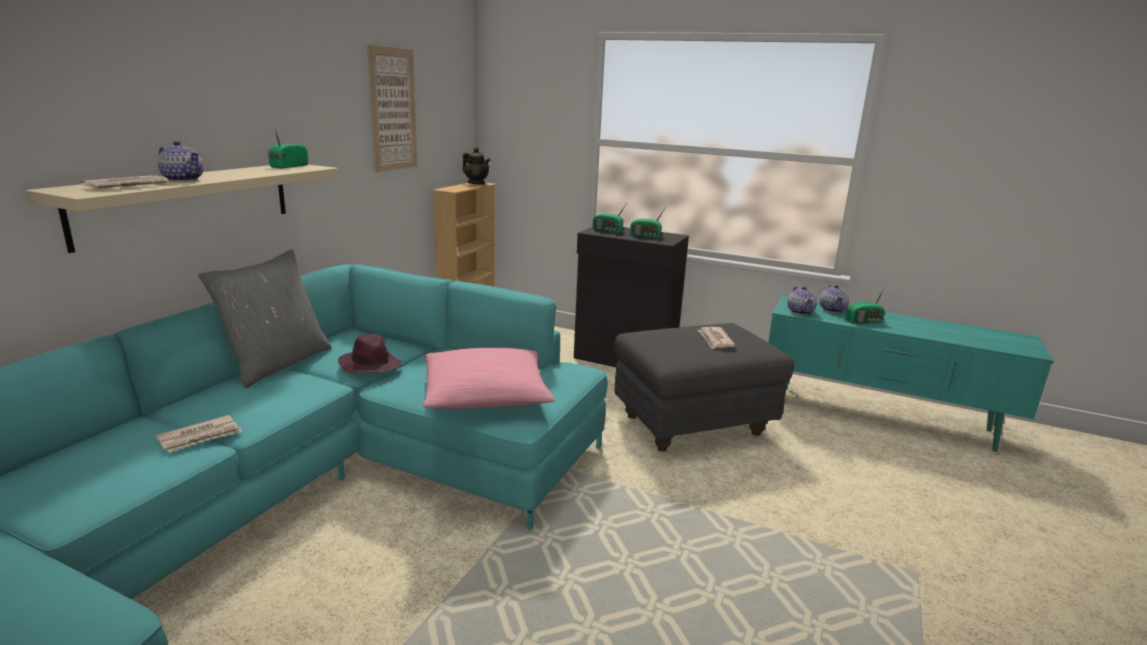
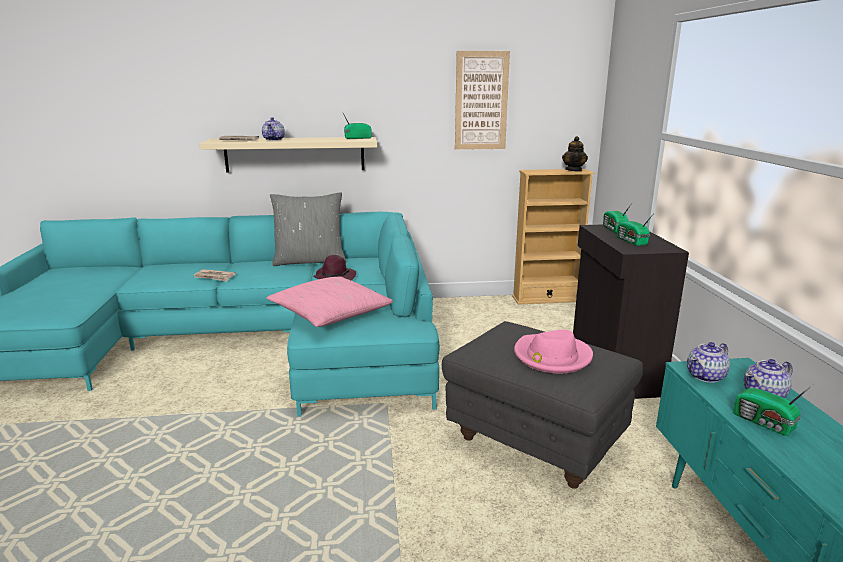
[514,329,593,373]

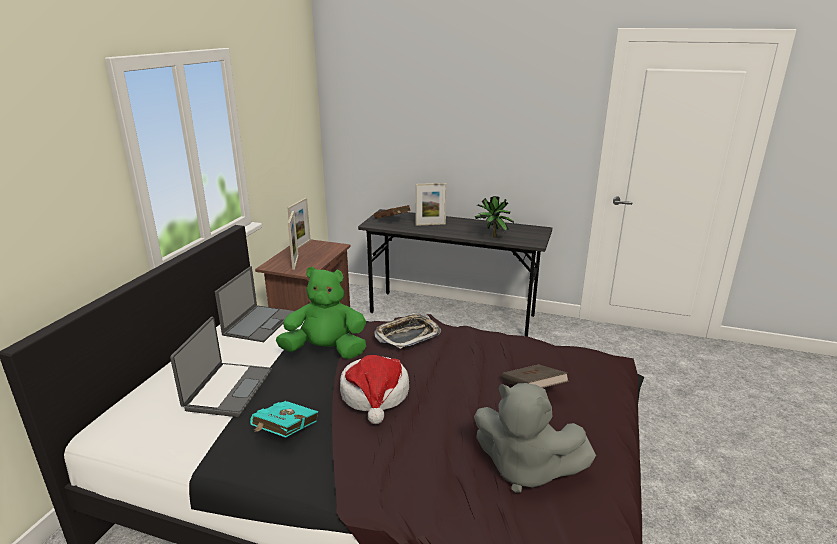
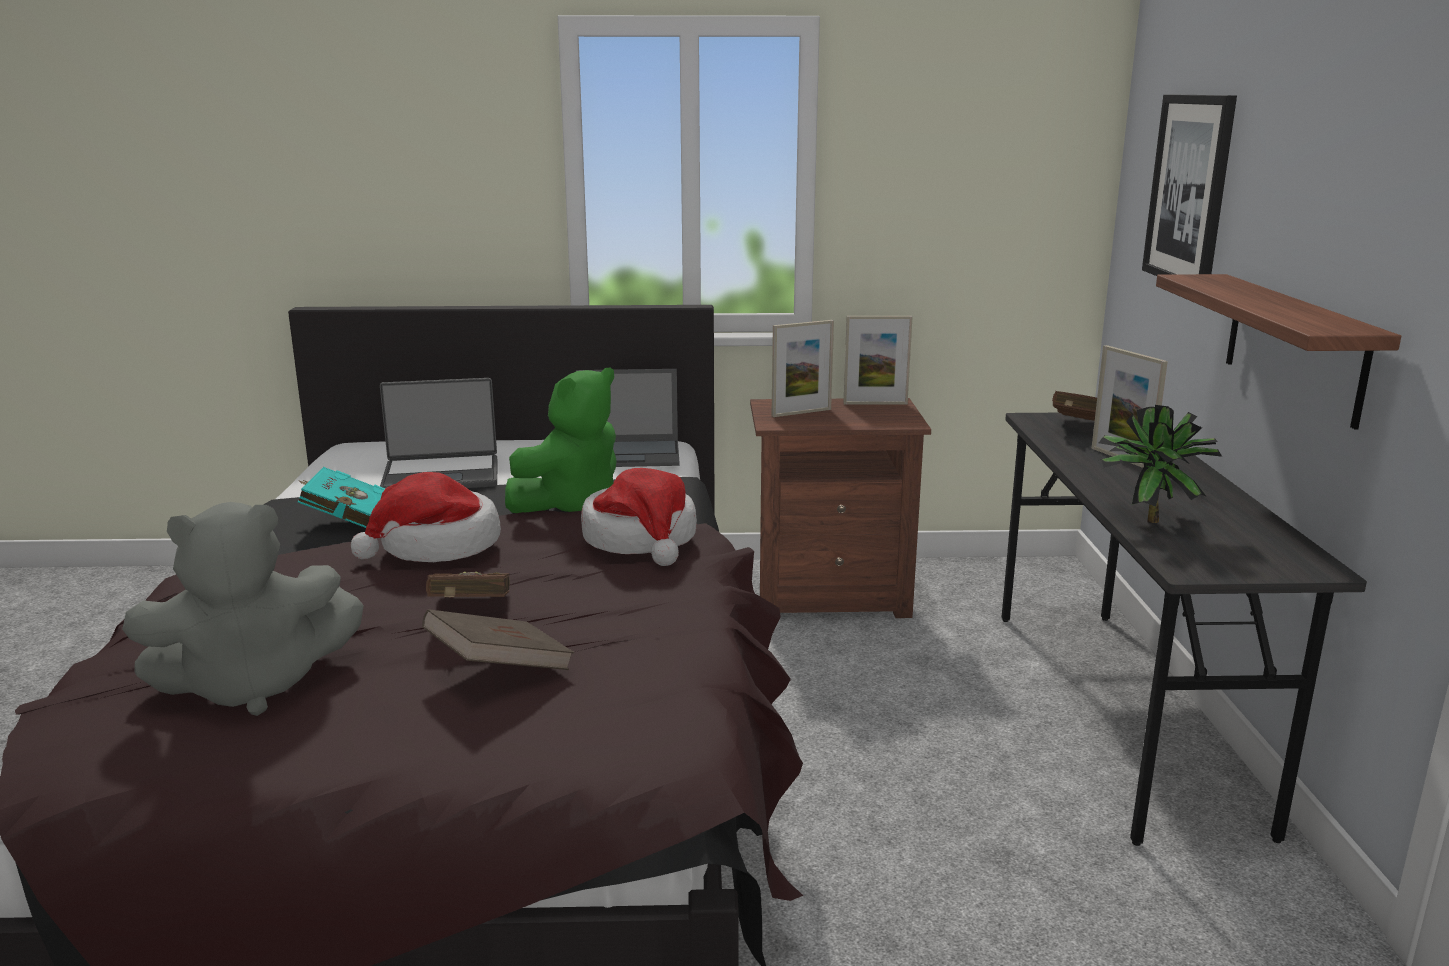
[505,368,617,513]
[581,468,697,566]
[122,502,364,716]
[1142,94,1237,276]
[1156,274,1401,430]
[426,572,509,598]

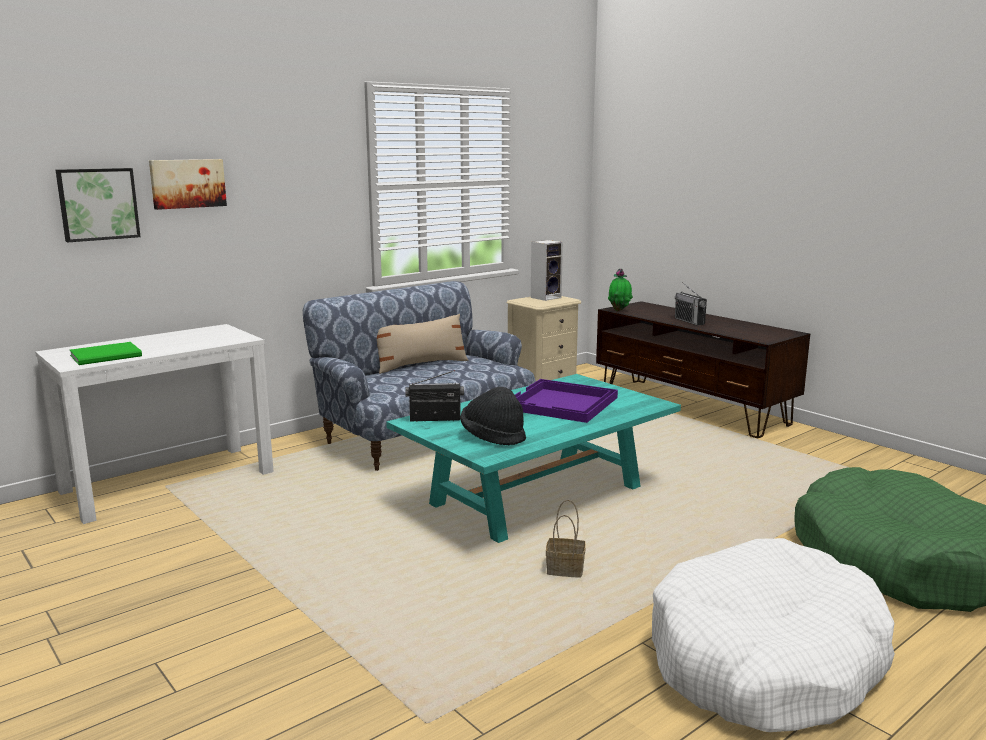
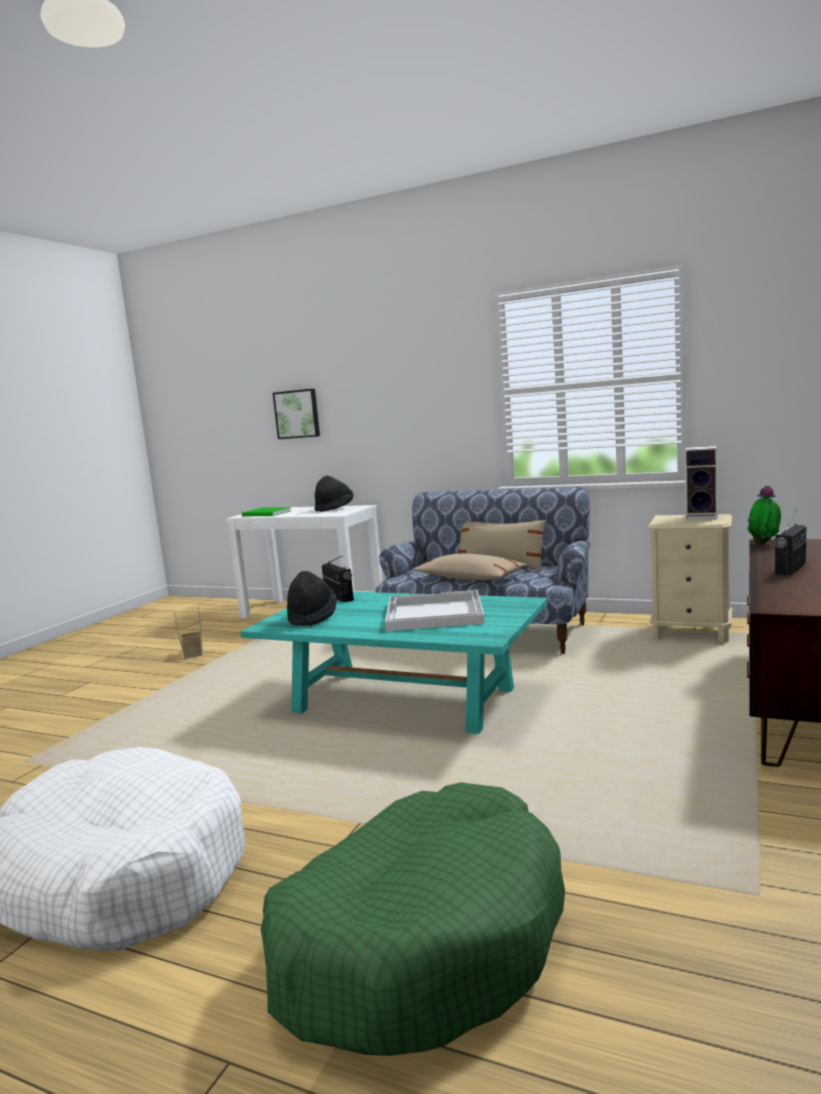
[149,159,227,210] (first image)
[385,590,485,631]
[174,608,203,658]
[314,475,353,512]
[413,554,527,580]

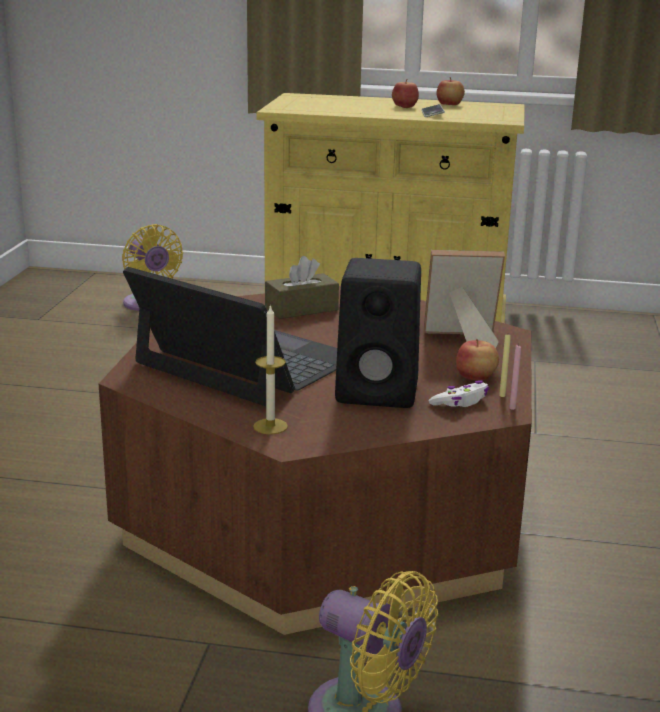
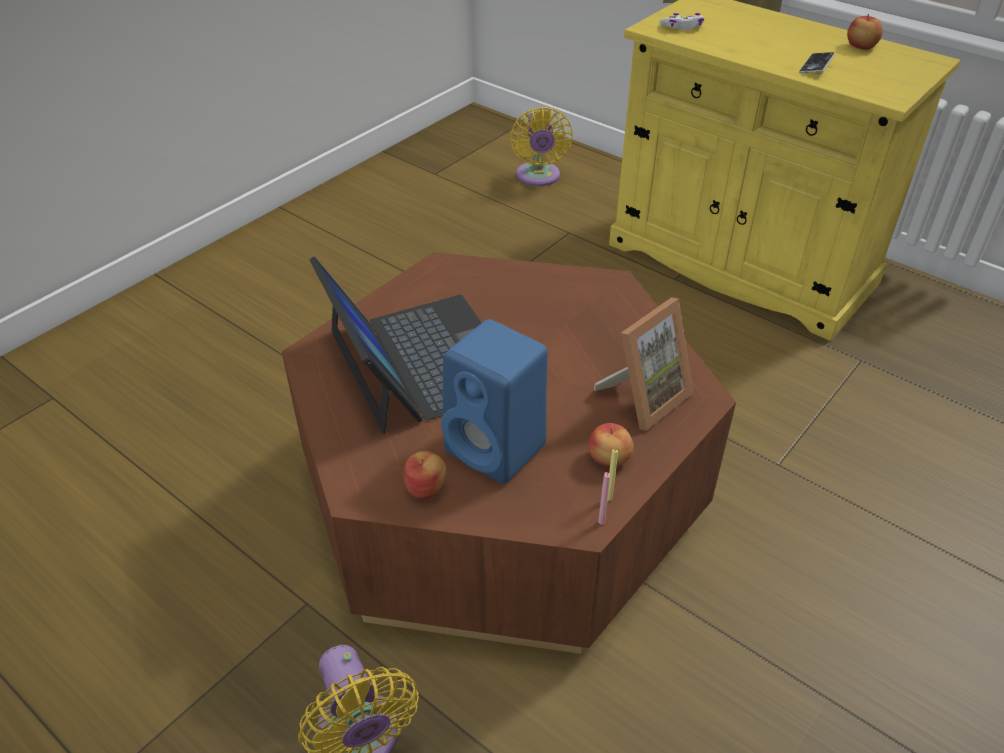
[403,451,446,499]
[594,297,693,431]
[265,256,339,319] (first image)
[441,319,548,484]
[253,304,288,435] (first image)
[660,13,704,30]

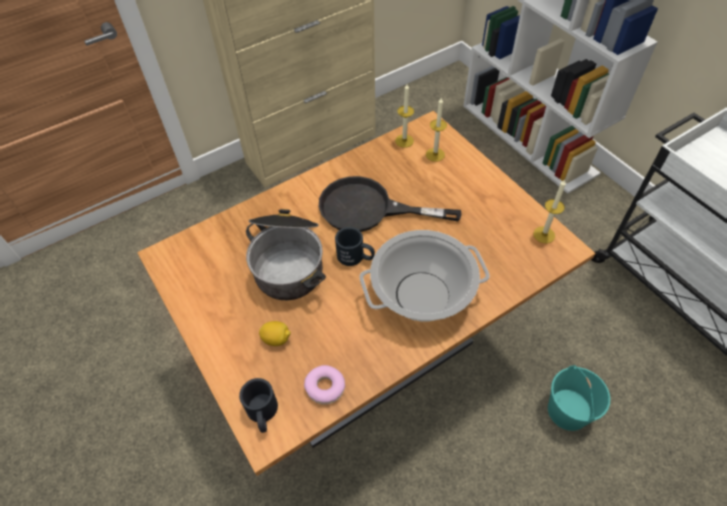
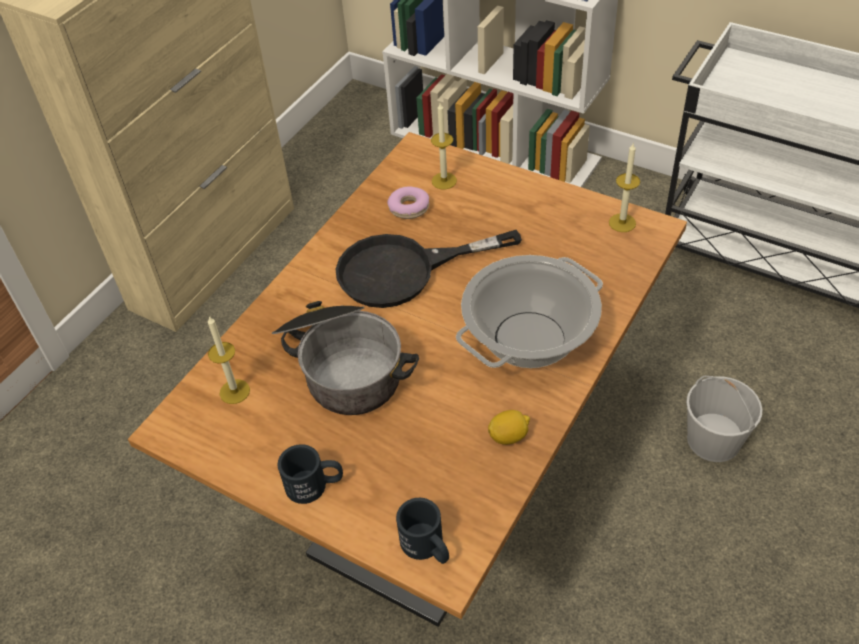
[208,316,250,404]
[278,444,343,504]
[488,410,530,445]
[387,186,429,219]
[686,376,763,462]

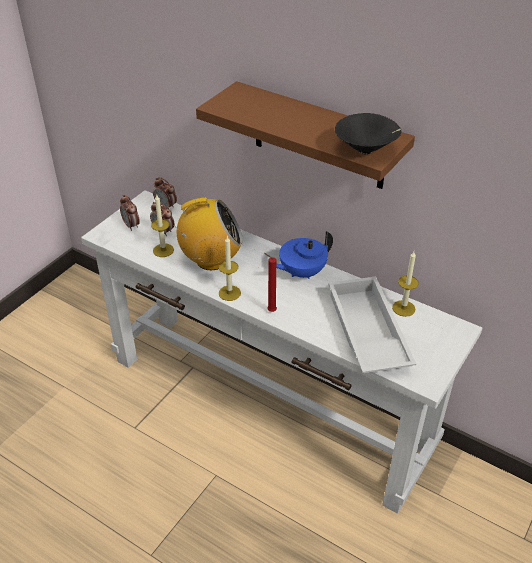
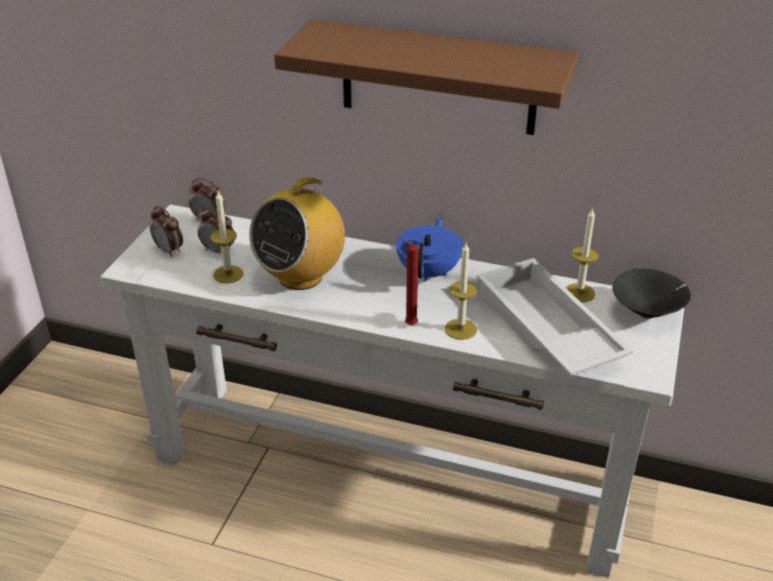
[612,269,691,319]
[249,175,345,290]
[396,216,463,282]
[445,243,477,340]

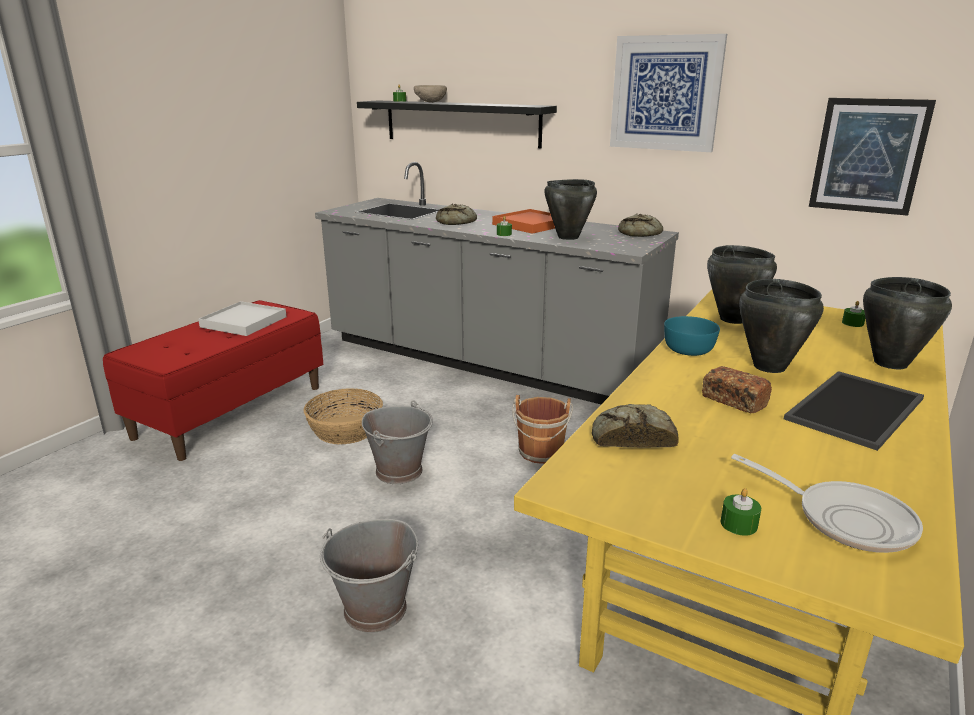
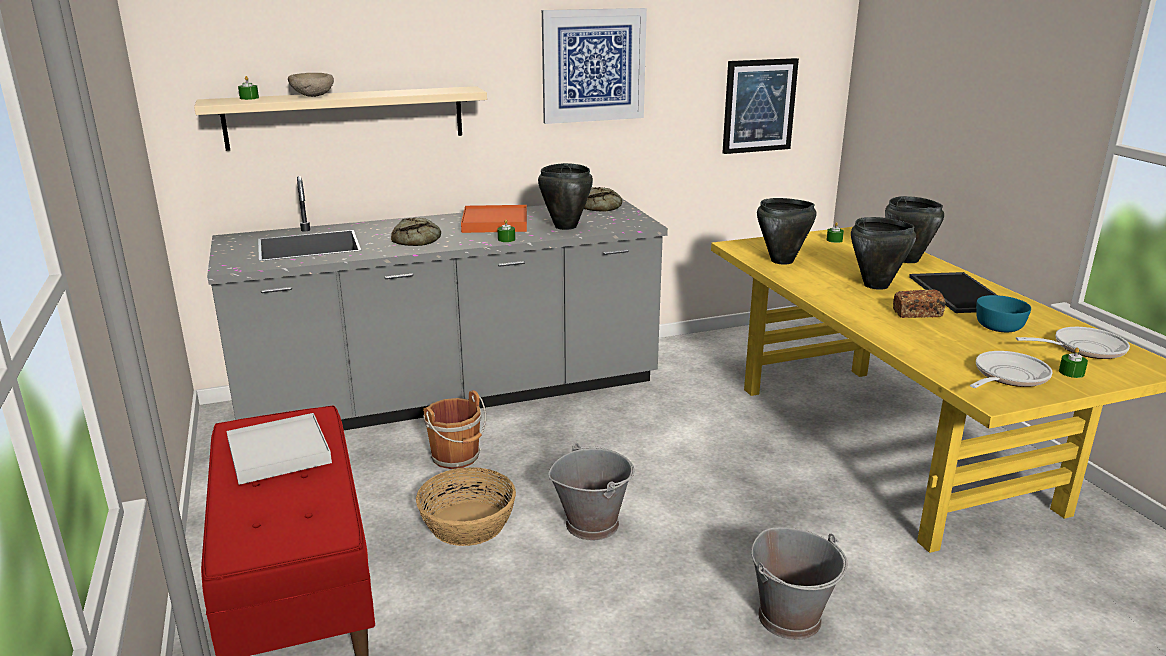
[194,86,487,151]
[976,295,1031,332]
[423,390,486,469]
[592,404,679,448] (first image)
[970,351,1053,388]

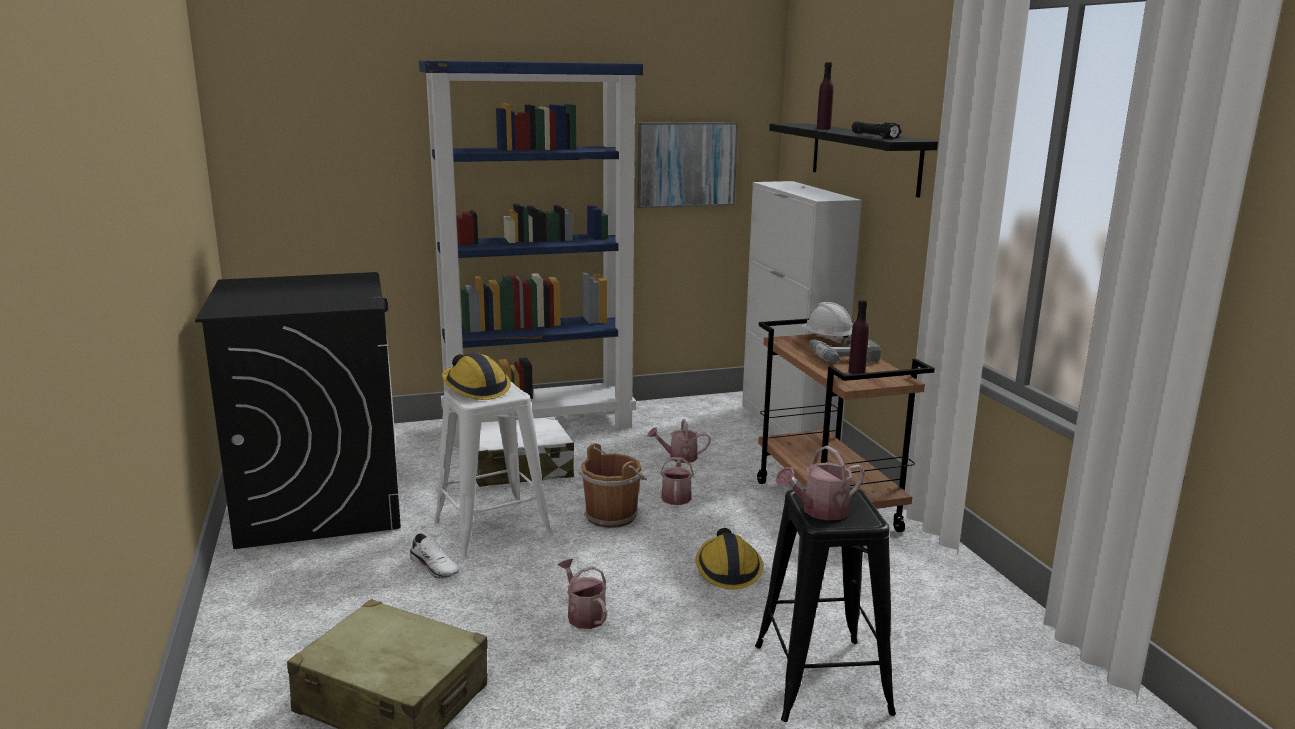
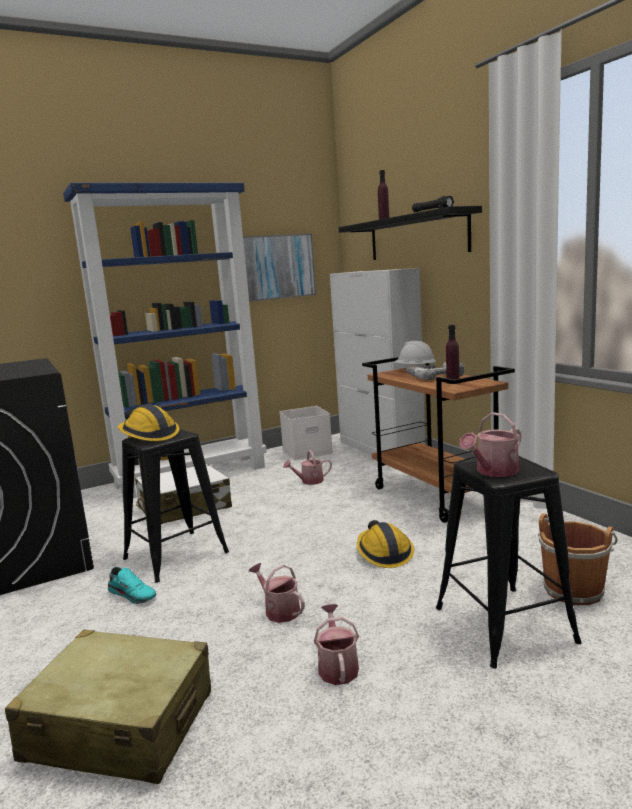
[122,428,229,583]
[538,513,618,605]
[314,604,359,685]
[108,567,156,604]
[279,406,333,461]

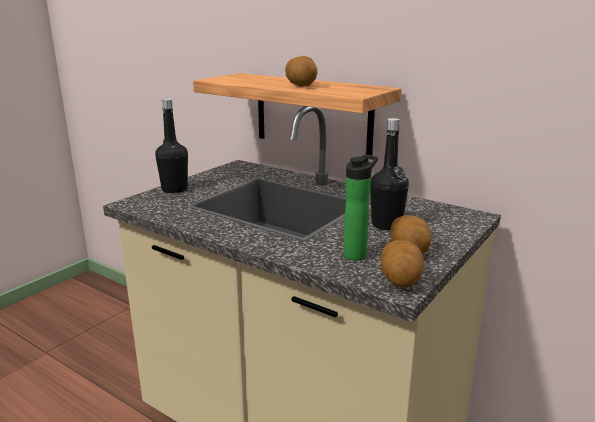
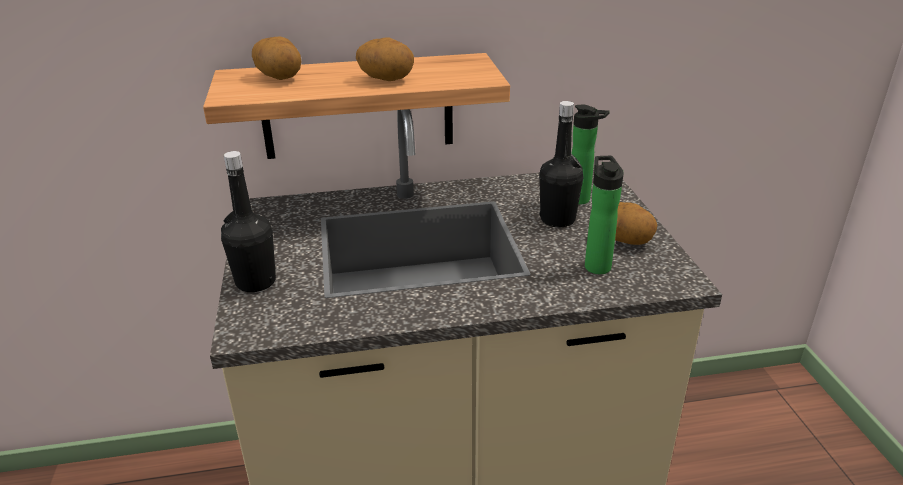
[252,37,301,80]
[571,105,610,204]

